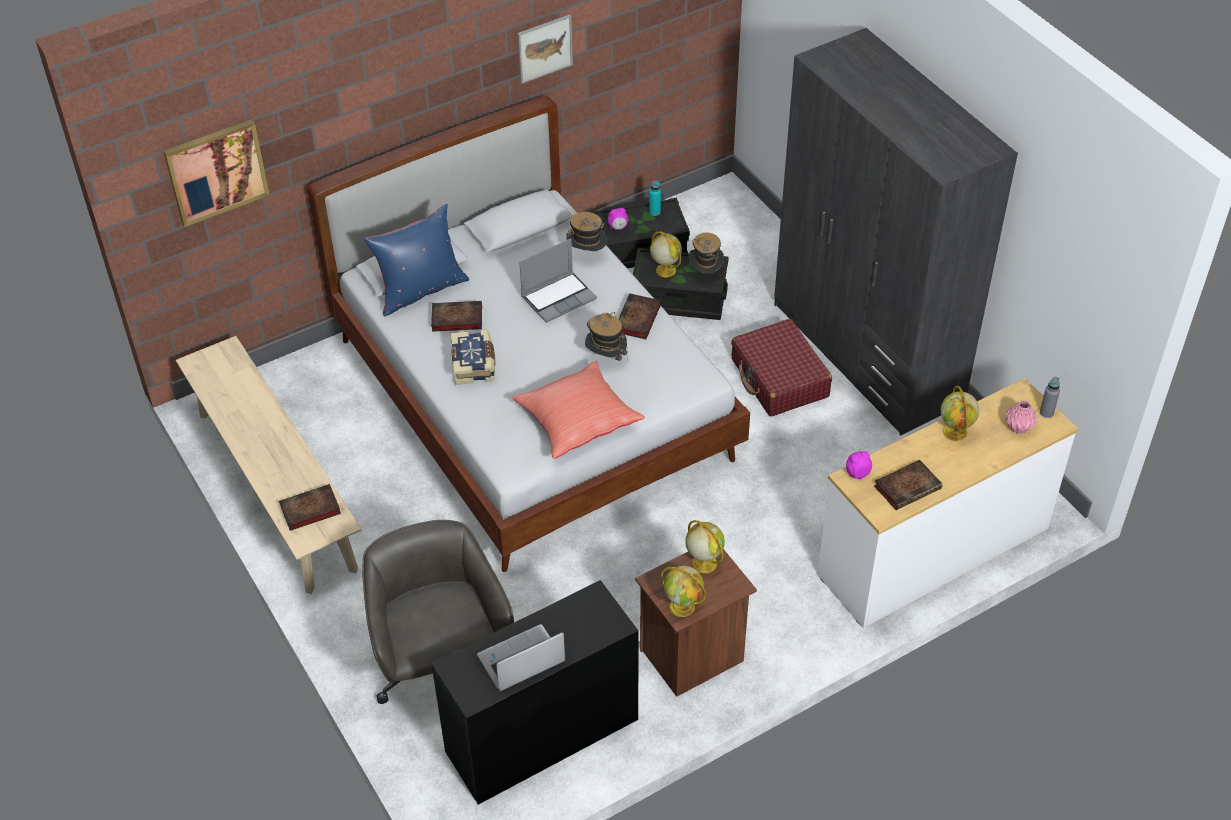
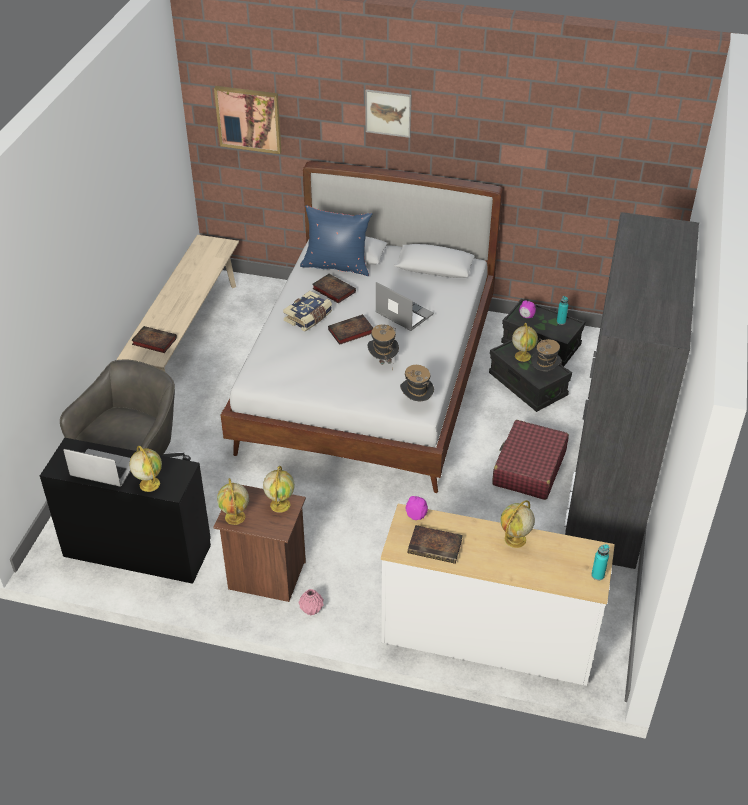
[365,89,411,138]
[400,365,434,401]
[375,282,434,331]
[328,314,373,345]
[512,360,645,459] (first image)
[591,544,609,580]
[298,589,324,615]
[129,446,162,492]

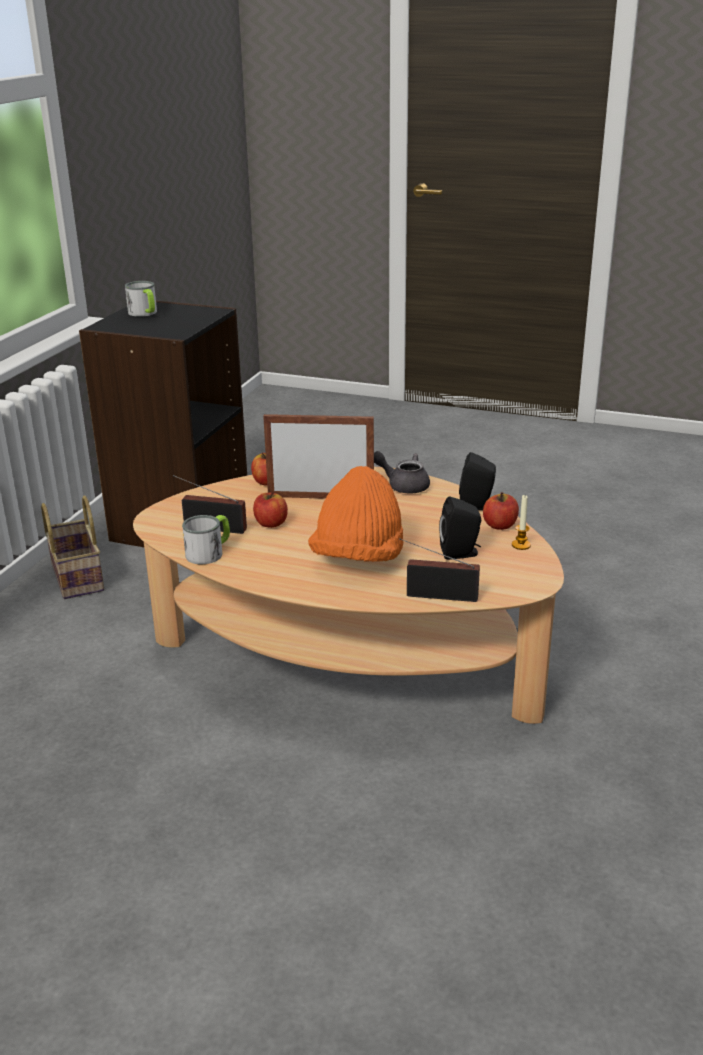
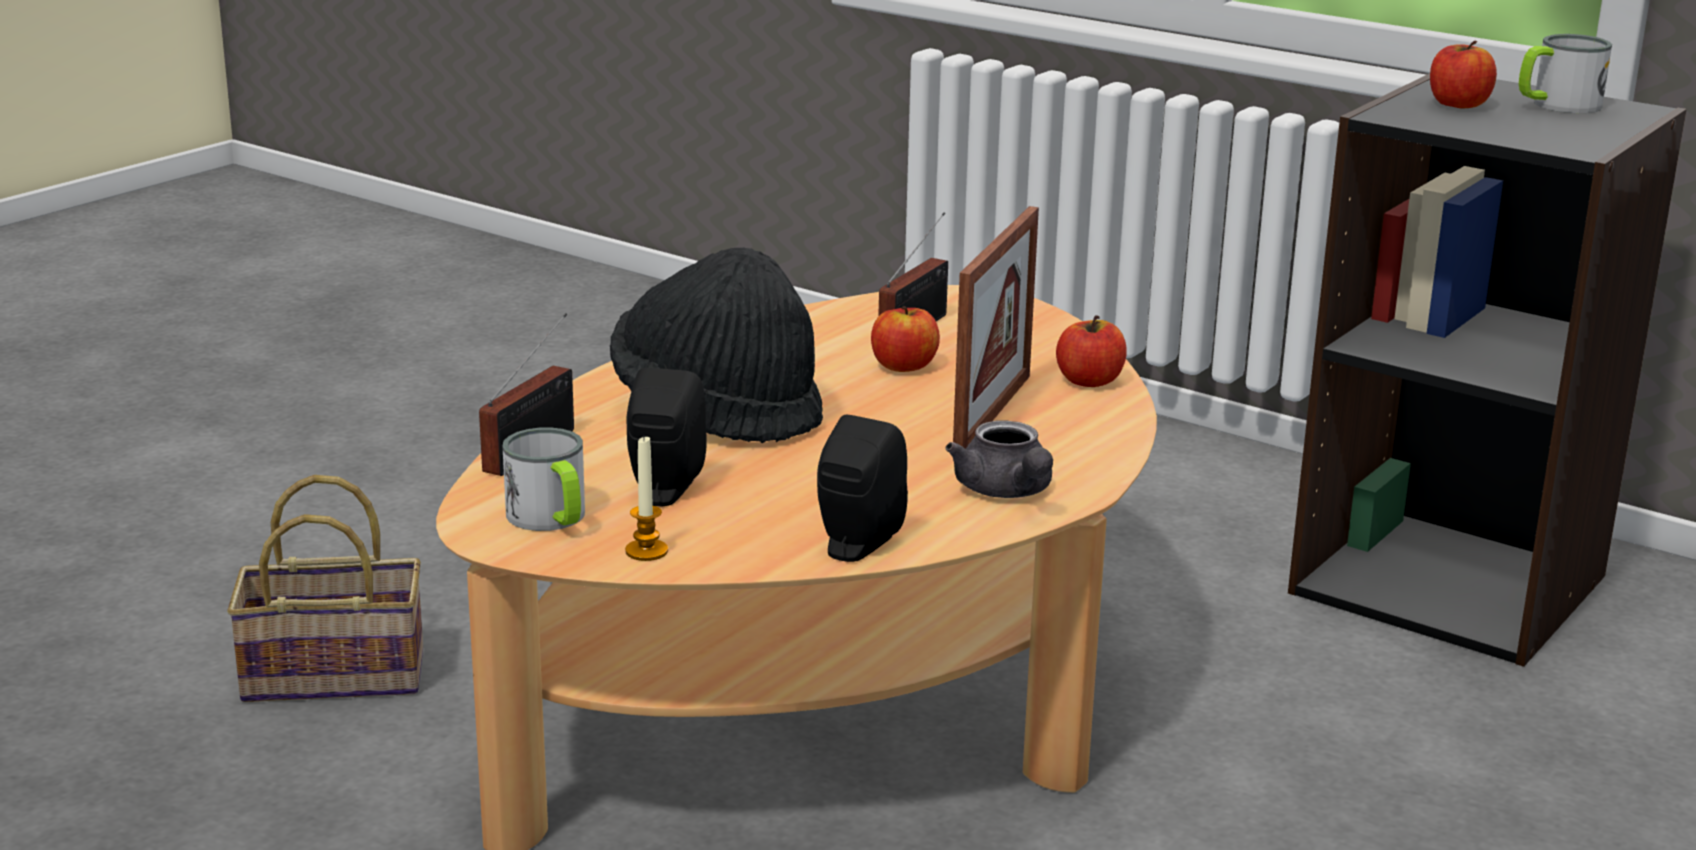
[945,420,1053,498]
[610,248,823,443]
[1430,40,1497,109]
[227,475,423,702]
[502,427,585,531]

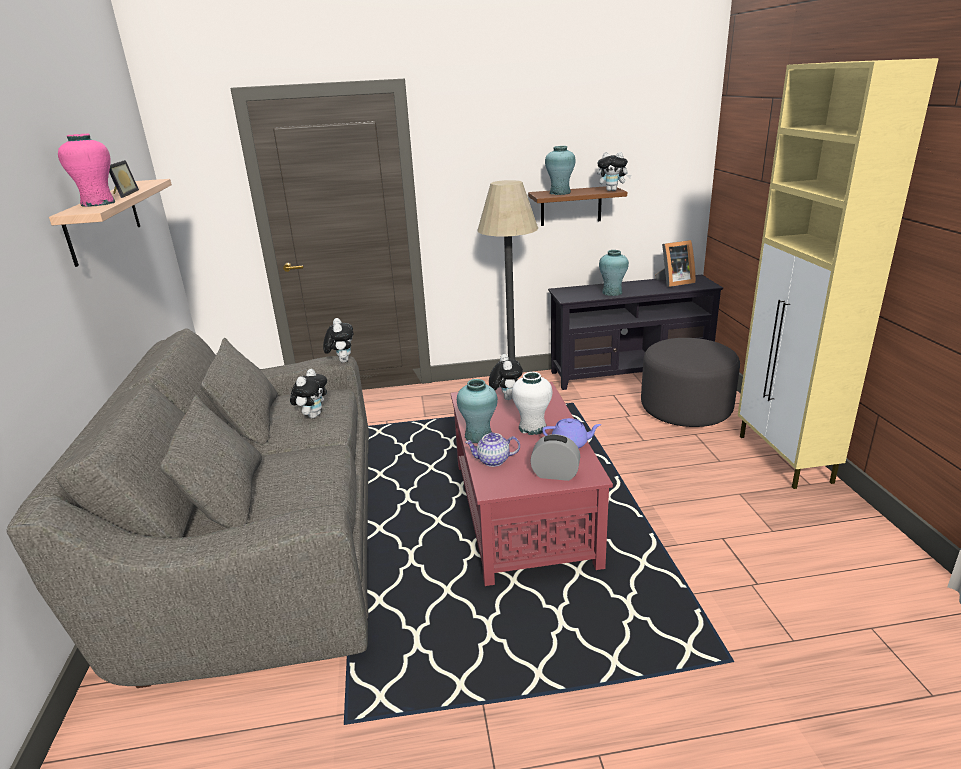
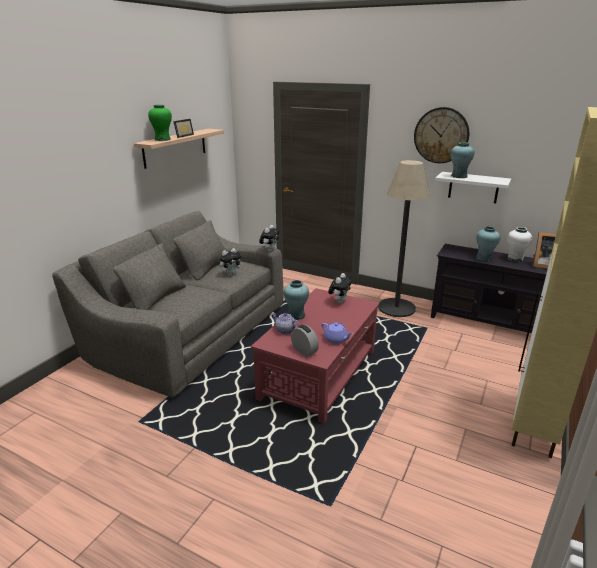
[148,105,172,141]
[597,152,632,191] (first image)
[435,172,511,203]
[641,338,740,427] (first image)
[507,227,532,262]
[414,107,469,163]

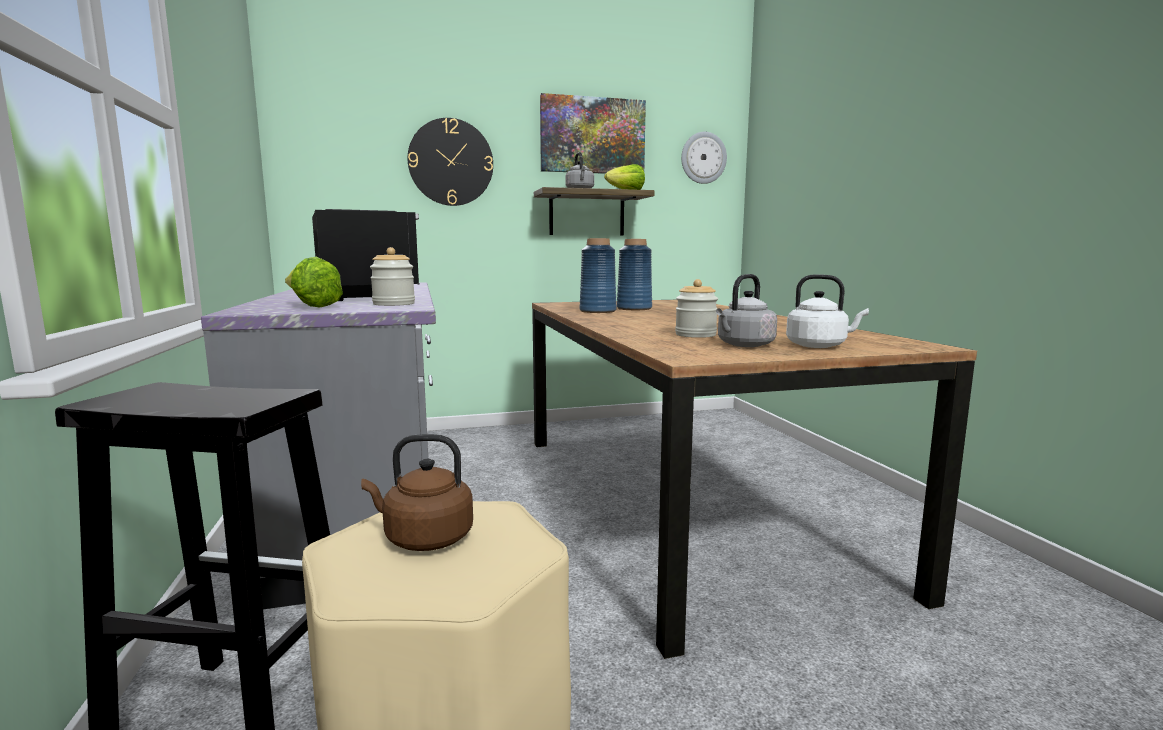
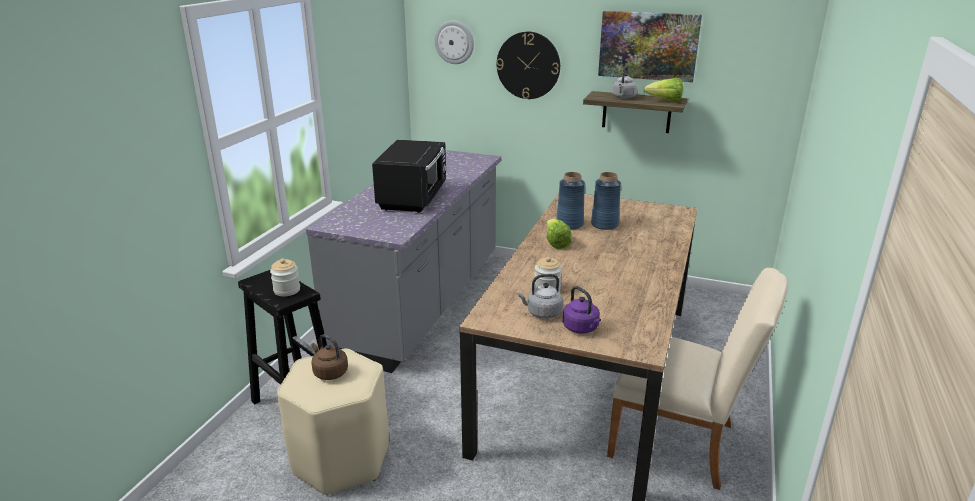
[435,21,474,64]
[270,258,300,296]
[546,219,572,249]
[563,286,601,334]
[607,268,788,490]

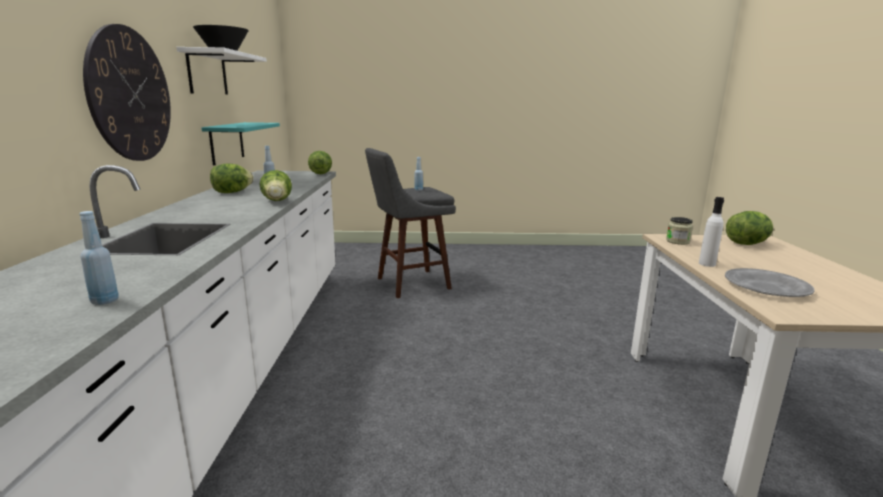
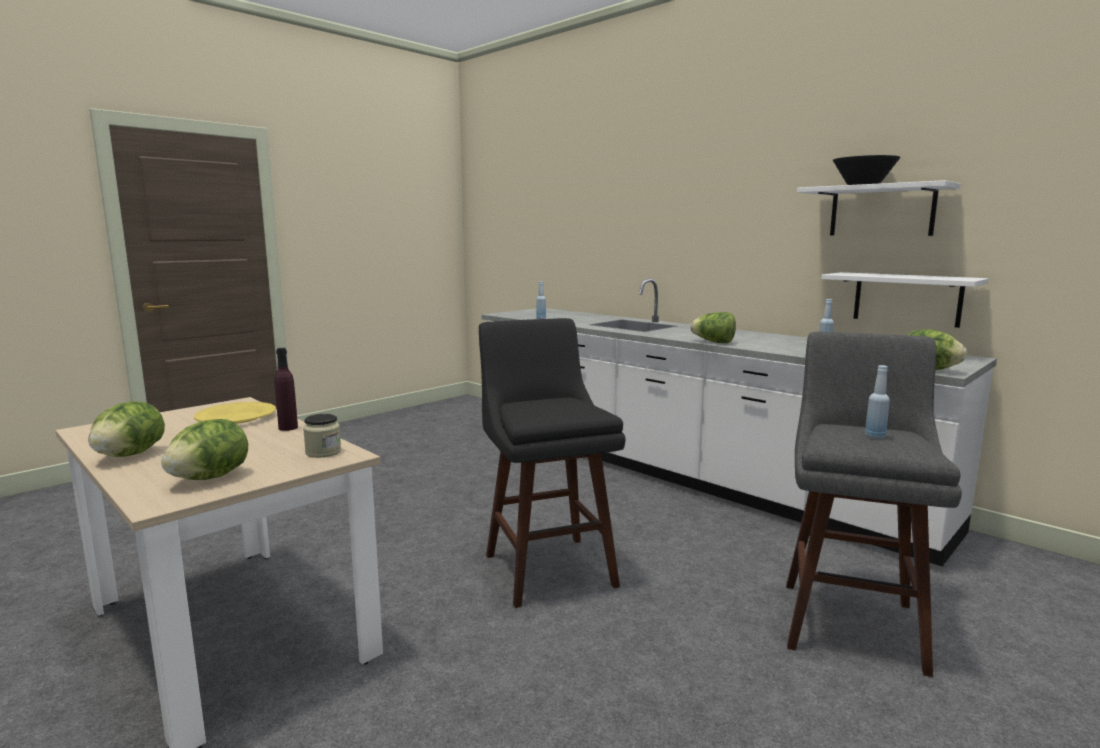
[83,24,171,161] (first image)
[821,272,989,328]
[89,401,165,457]
[274,348,298,431]
[194,402,276,424]
[479,318,626,608]

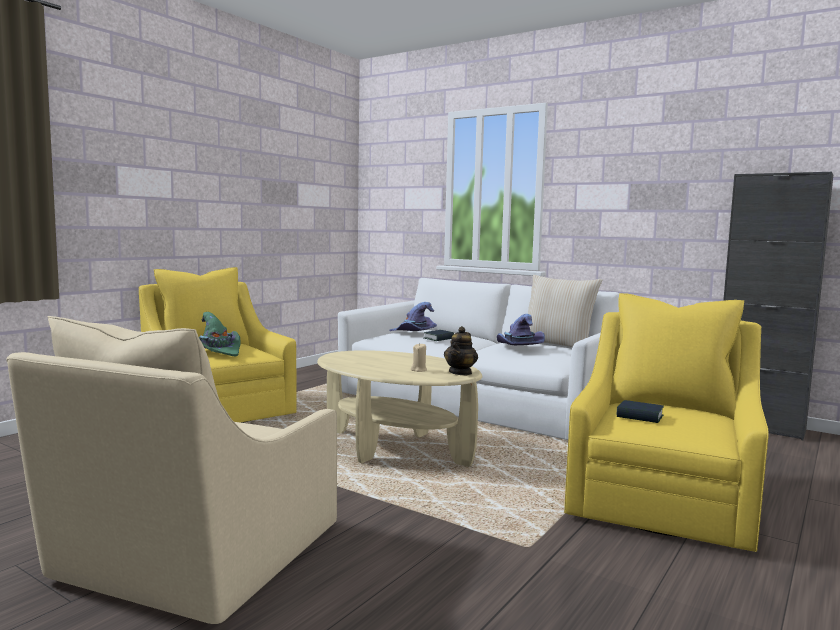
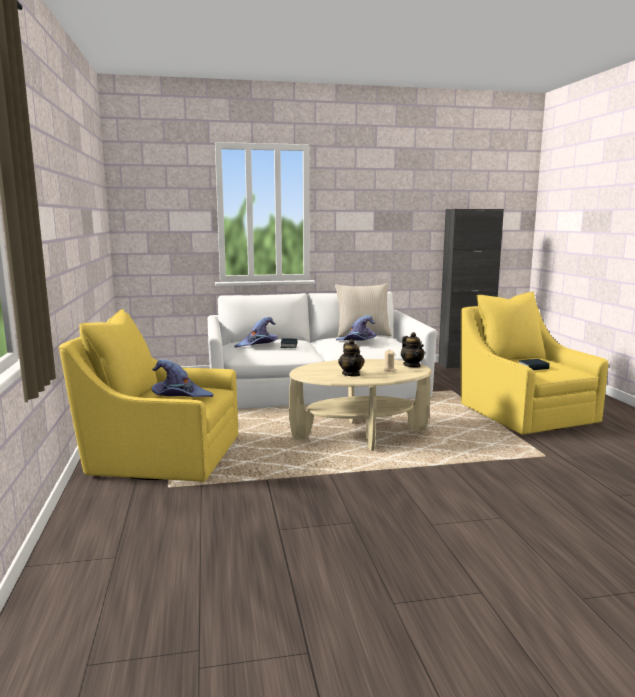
[152,359,214,397]
[6,316,337,624] (first image)
[338,339,365,376]

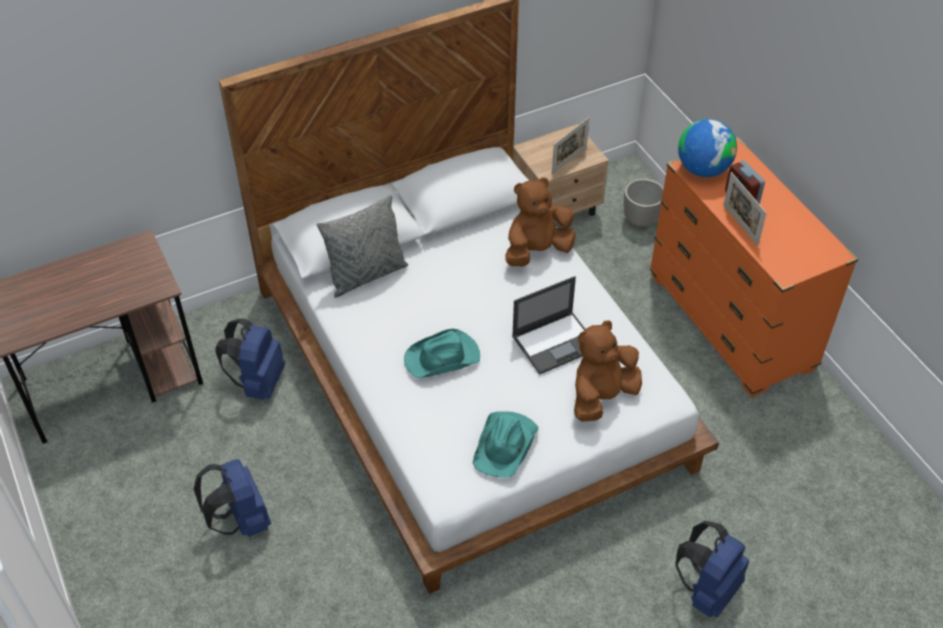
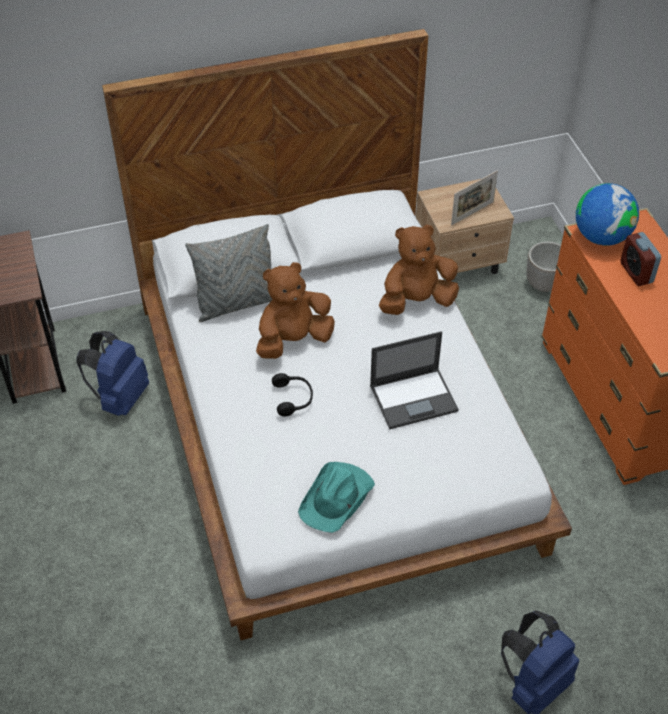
[724,172,767,246] (first image)
[256,262,335,359]
[272,373,313,416]
[194,460,271,537] (first image)

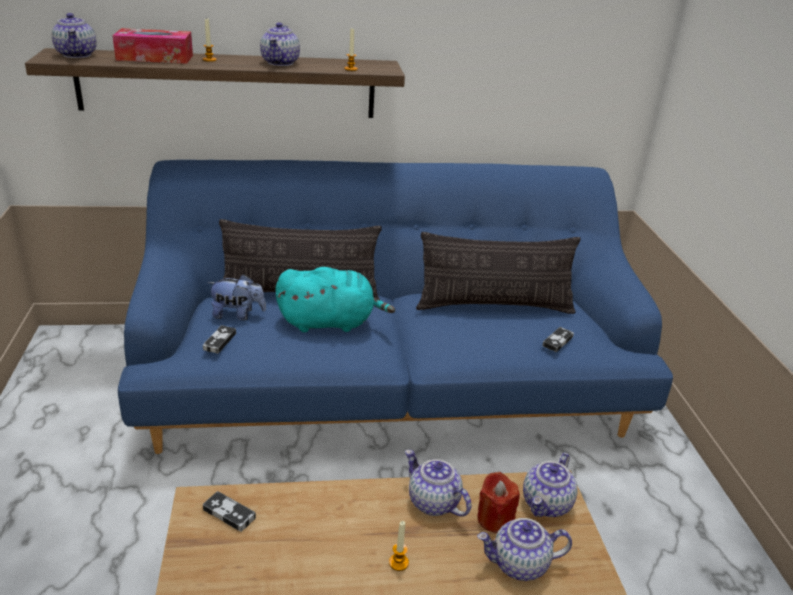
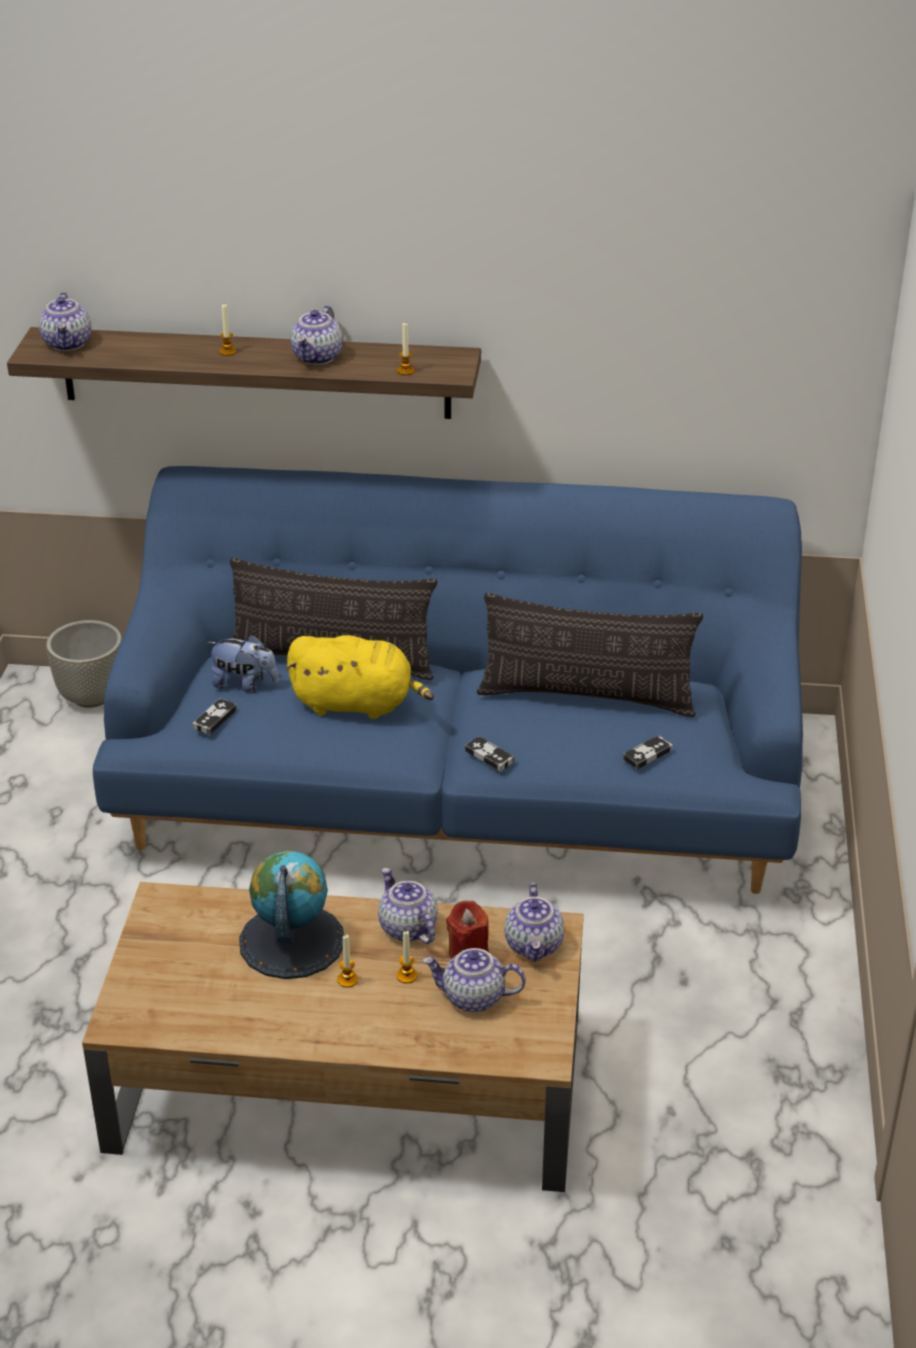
[112,28,193,64] (first image)
[286,635,434,719]
[504,883,565,962]
[465,736,515,771]
[46,620,122,708]
[239,851,344,979]
[397,931,417,983]

